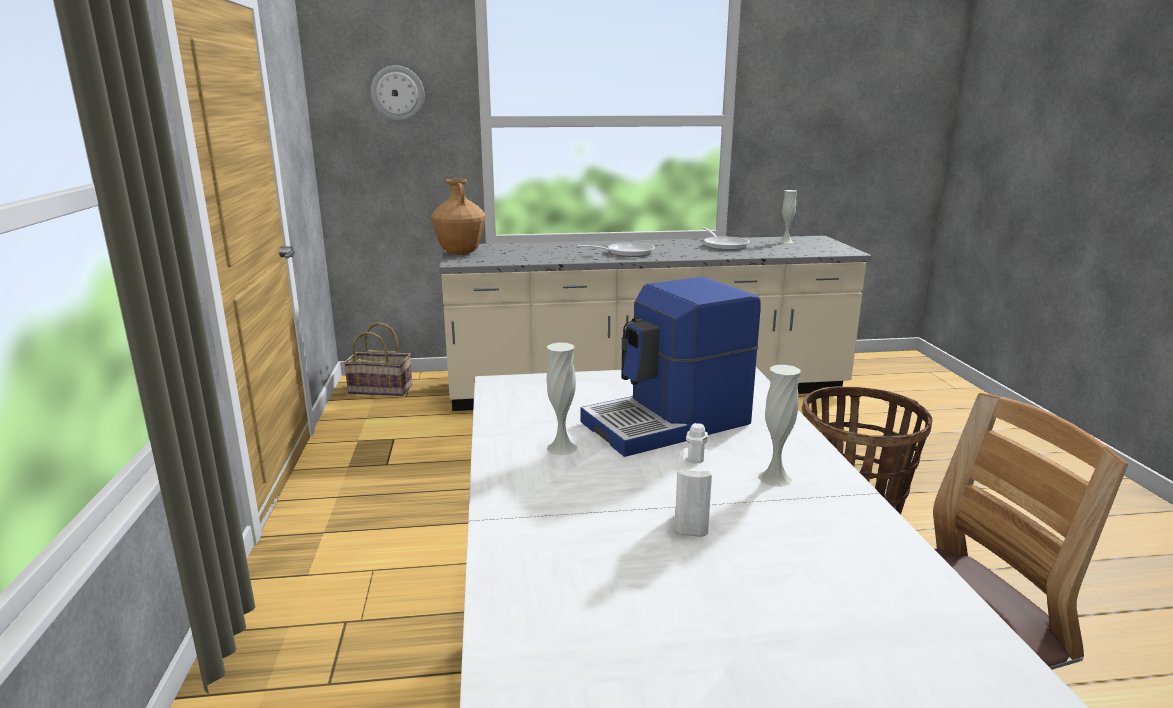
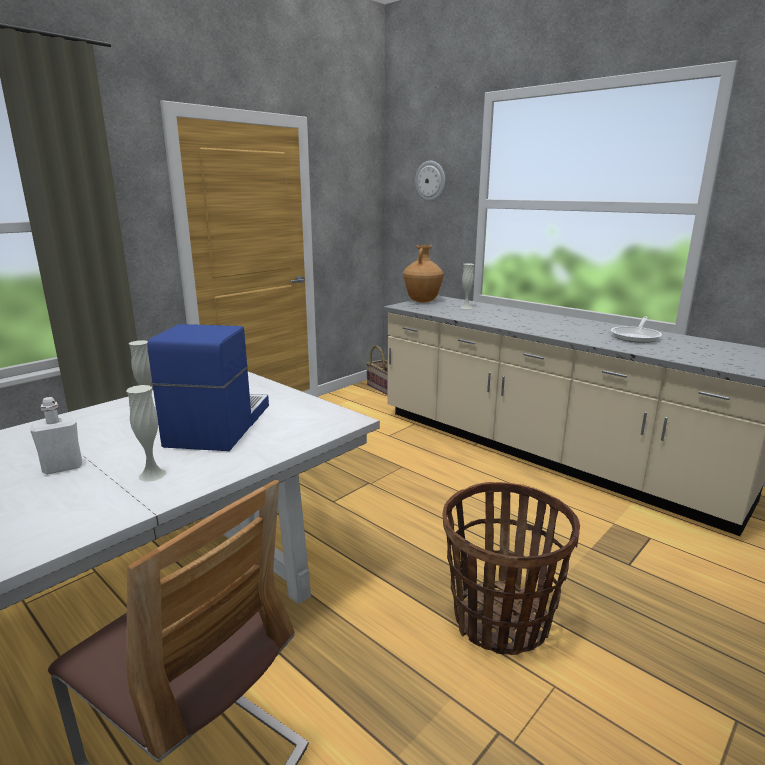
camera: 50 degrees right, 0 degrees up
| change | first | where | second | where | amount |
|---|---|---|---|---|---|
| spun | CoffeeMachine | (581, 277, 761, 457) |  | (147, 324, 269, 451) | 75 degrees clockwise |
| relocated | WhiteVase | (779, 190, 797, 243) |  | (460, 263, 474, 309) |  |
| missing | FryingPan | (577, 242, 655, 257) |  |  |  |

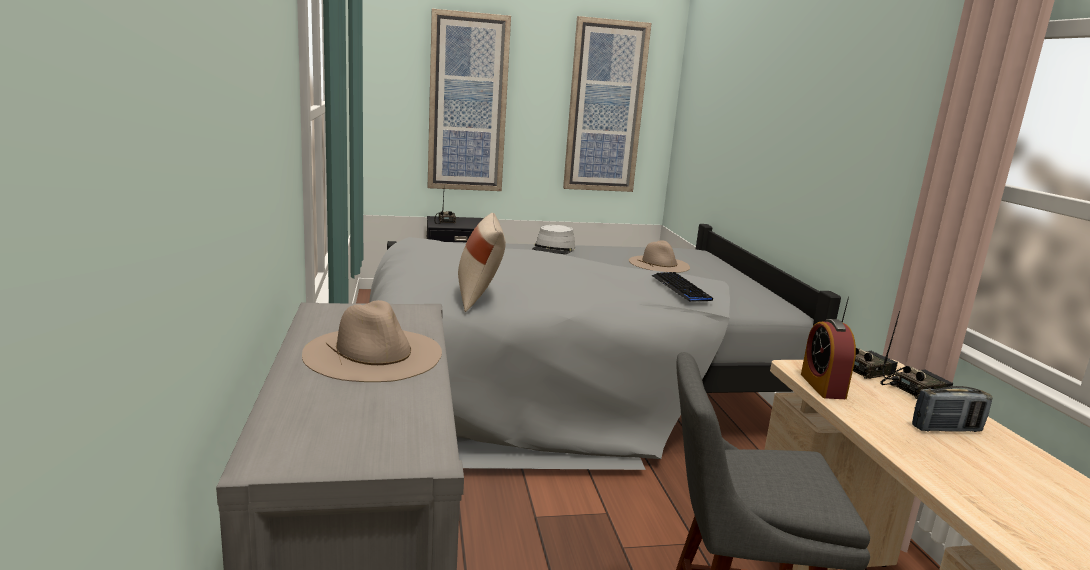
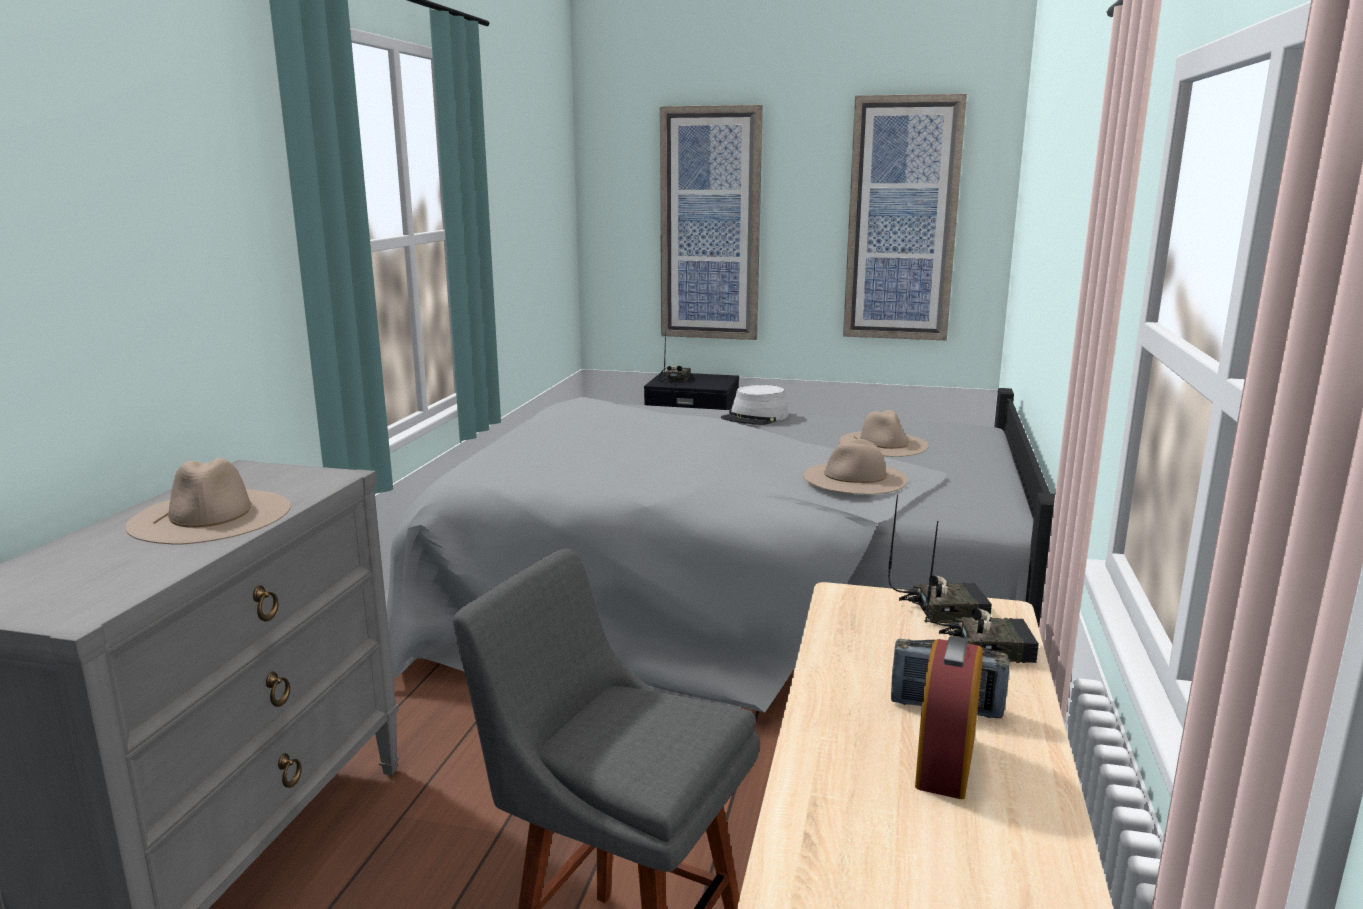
camera: 25 degrees right, 0 degrees up
| change | first | where | second | where | amount |
|---|---|---|---|---|---|
| exchanged | Keyboard | (651, 272, 713, 301) | BeigeHat | (803, 439, 908, 494) |  |
| relocated | AlarmClock | (801, 319, 856, 399) |  | (915, 636, 983, 799) |  |
| missing | BeigePillow | (458, 213, 506, 312) |  |  |  |

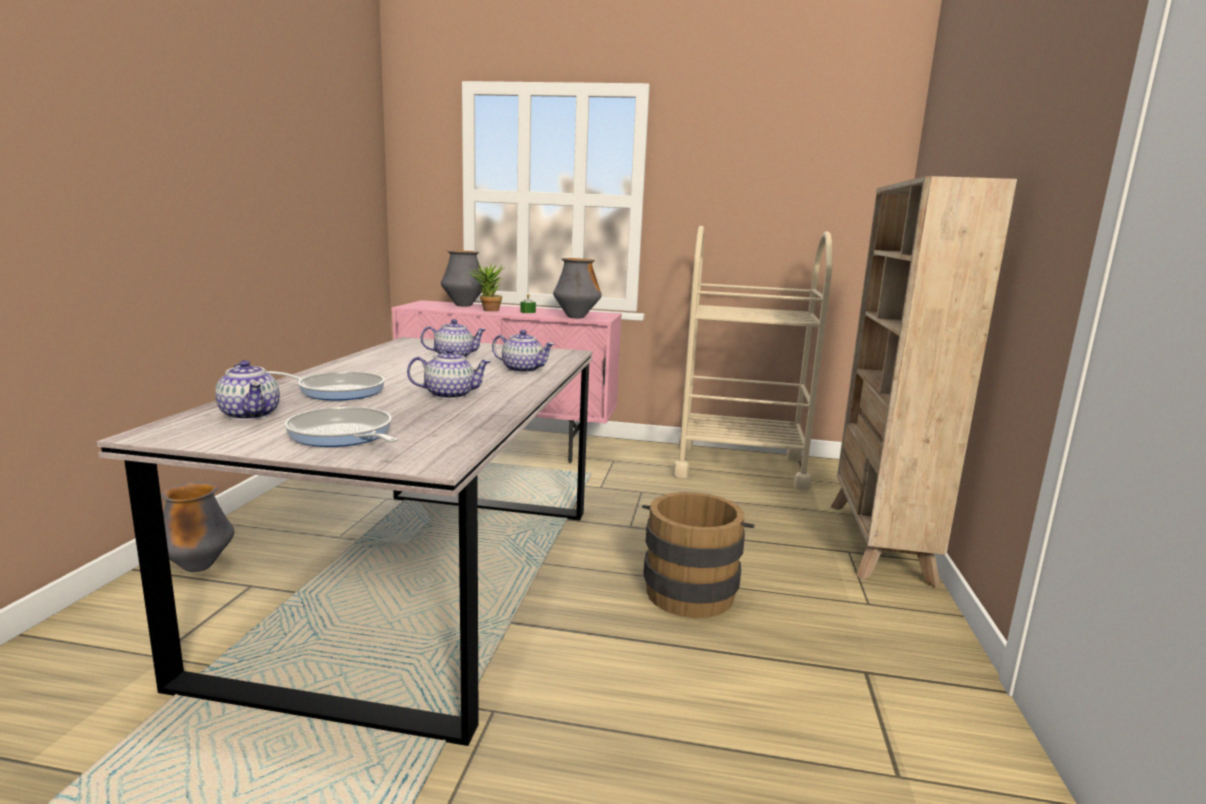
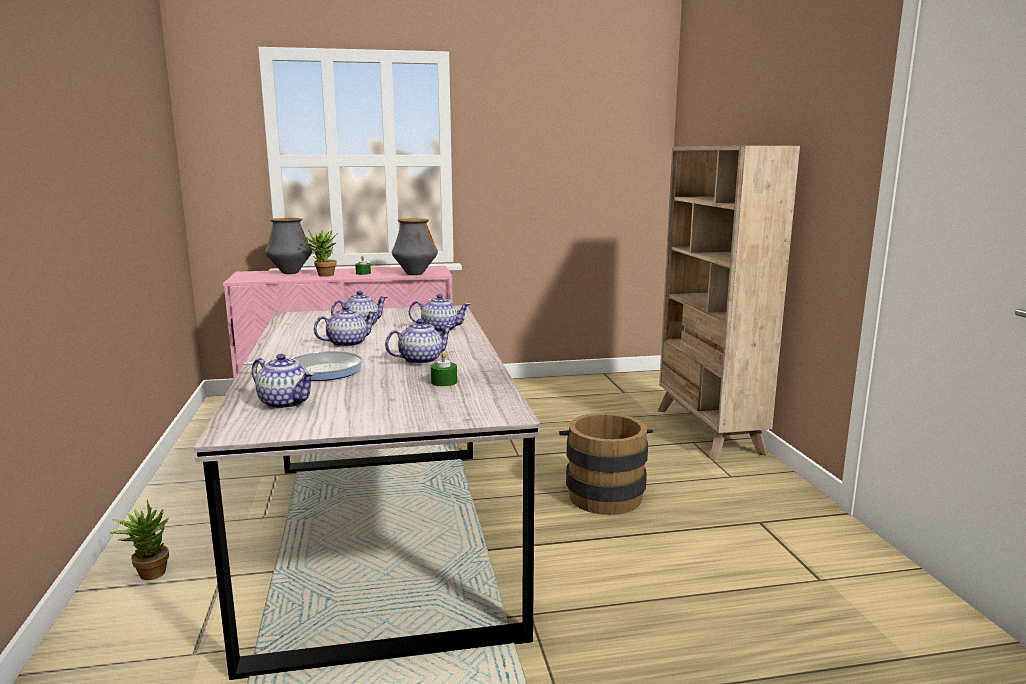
camera: 20 degrees left, 0 degrees up
| change | first | where | second | where | amount |
|---|---|---|---|---|---|
| exchanged | Vase | (161, 482, 234, 572) | PottedPlant | (109, 500, 169, 580) |  |
| appeared |  |  | Teapot | (314, 305, 377, 348) |  |
| appeared |  |  | GreenCandle | (431, 352, 457, 386) |  |
| missing | FryingPan | (284, 407, 398, 447) |  |  |  |
| missing | BeigeCart | (673, 226, 833, 490) |  |  |  |

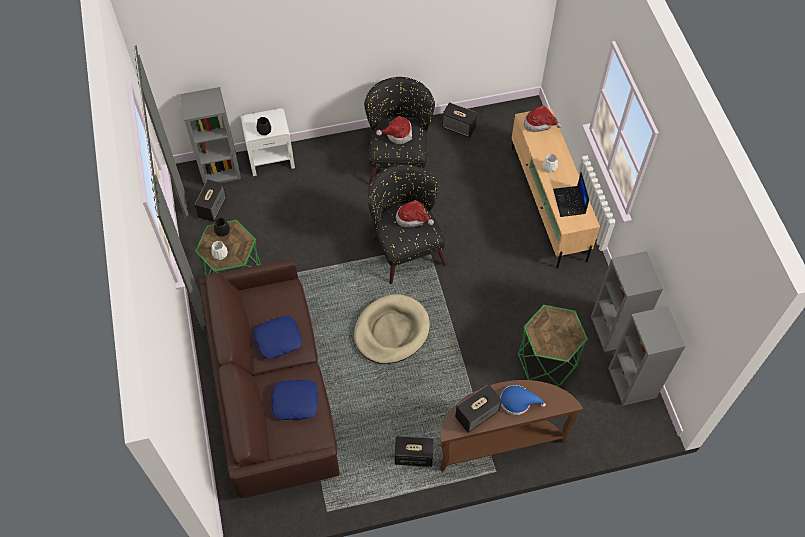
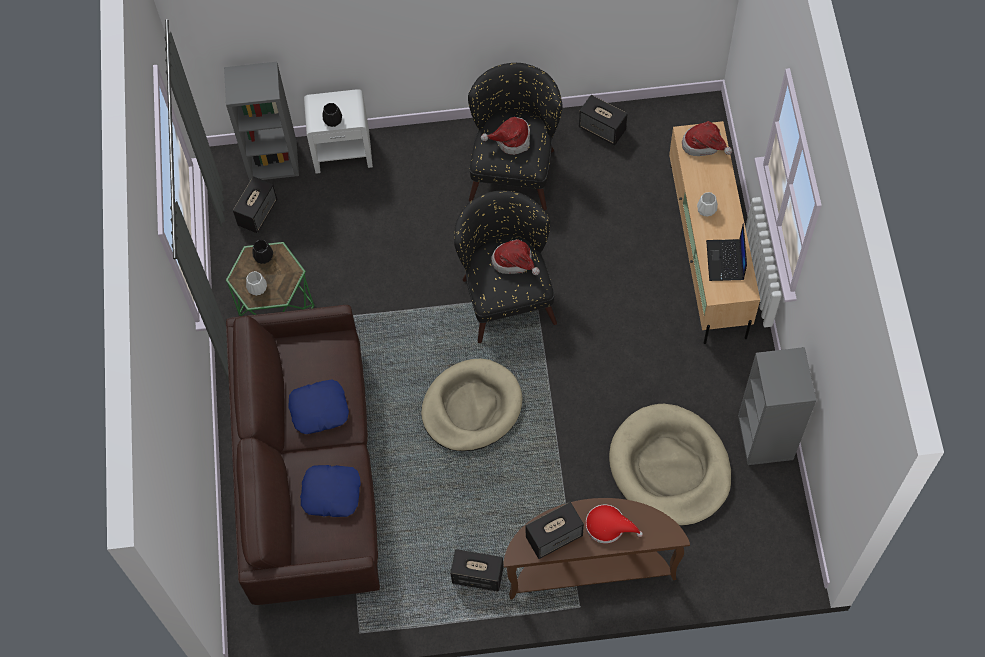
camera: 10 degrees right, 5 degrees up
| change | first | where | second | where | amount |
|---|---|---|---|---|---|
| colour | BlueHat | (500, 385, 546, 415) | RedHat | (586, 504, 643, 544) |  |
| exchanged | GreenSideTable | (518, 305, 588, 387) | BeigeDogBed | (609, 404, 731, 526) |  |
| missing | GreyBookcase | (608, 306, 686, 406) |  |  |  |

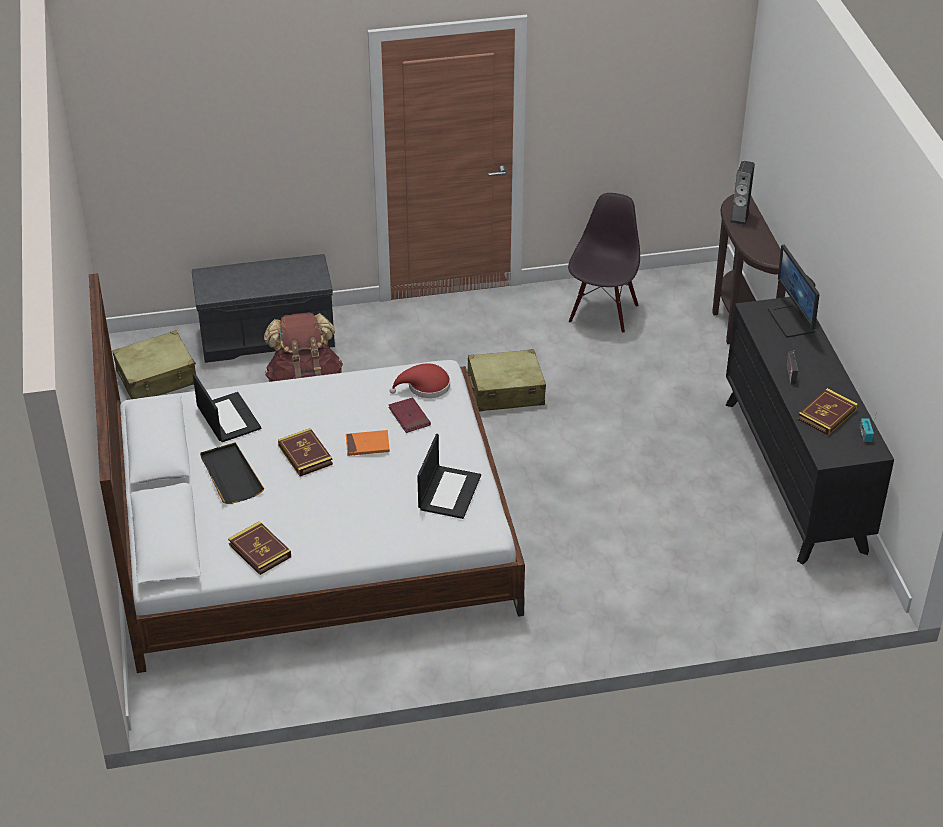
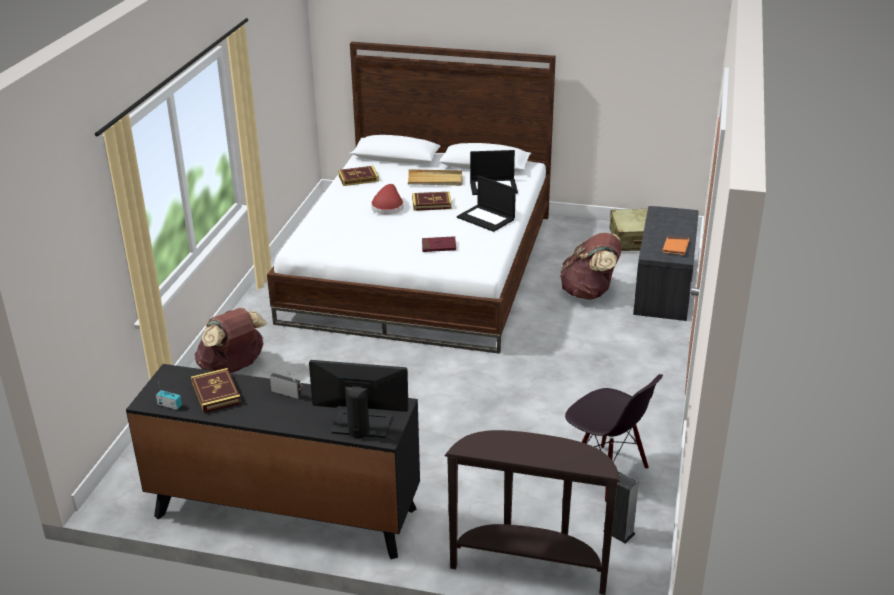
camera: 115 degrees right, 10 degrees down
| change | first | where | second | where | amount |
|---|---|---|---|---|---|
| appeared |  |  | BrownBackpack | (195, 308, 267, 373) |  |
| relocated | RedHat | (390, 363, 450, 398) |  | (371, 184, 404, 214) |  |
| colour | BlackTray | (200, 442, 264, 504) | BeigeTray | (408, 169, 462, 186) |  |
| relocated | Laptop | (417, 434, 481, 519) |  | (457, 176, 516, 232) |  |
| relocated | Speaker | (730, 161, 755, 225) |  | (603, 472, 639, 544) |  |
| relocated | OrangeBook | (346, 430, 390, 456) |  | (662, 235, 689, 255) |  |
| missing | BeigeSuitcase | (467, 349, 546, 412) |  |  |  |

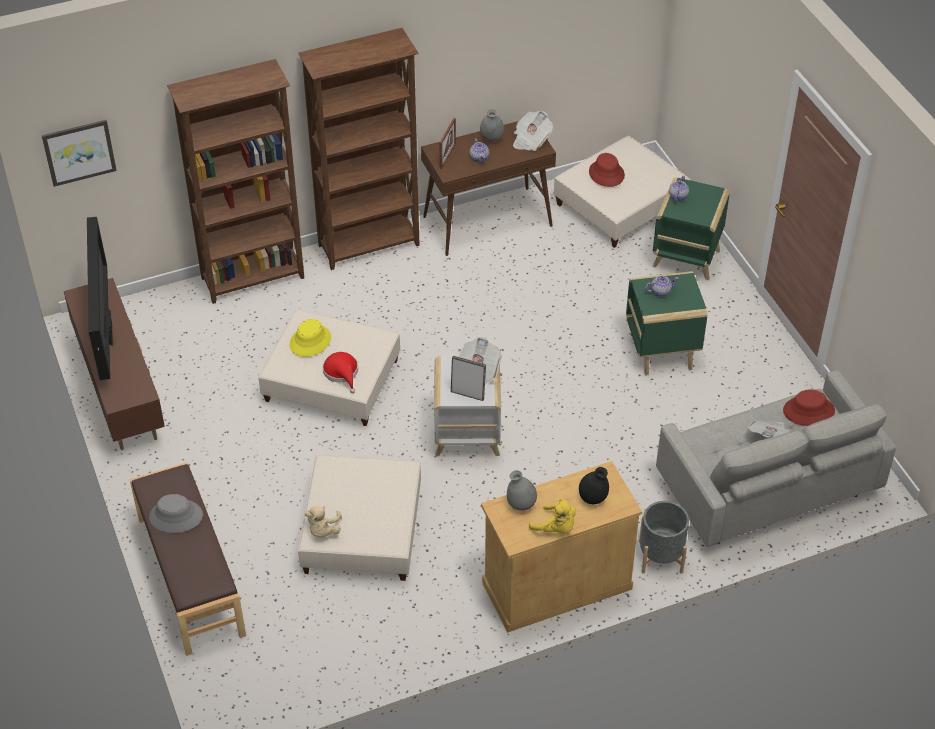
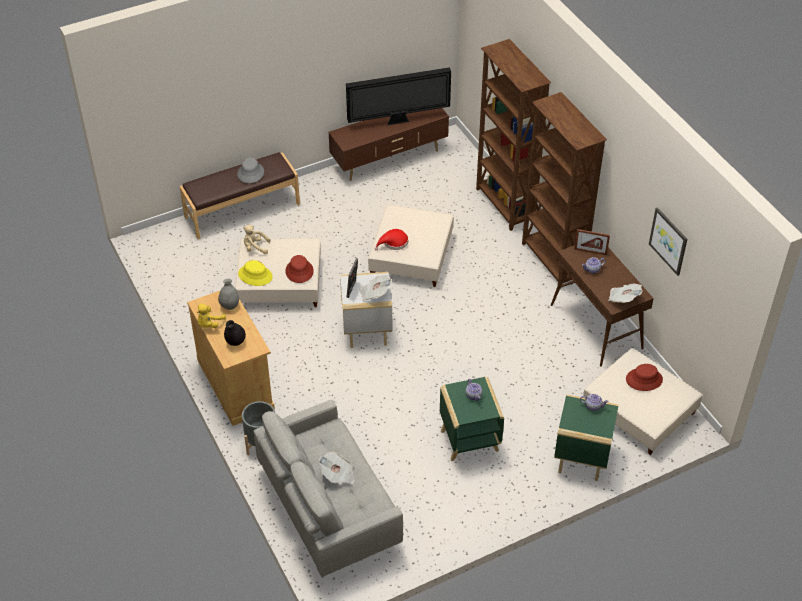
camera: 85 degrees right, 0 degrees up
| change | first | where | second | where | amount |
|---|---|---|---|---|---|
| relocated | YellowHat | (290, 319, 331, 357) |  | (238, 260, 273, 286) |  |
| relocated | RedHat | (783, 389, 835, 426) |  | (285, 255, 314, 283) |  |
| relocated | Picture | (42, 120, 117, 187) |  | (649, 207, 687, 276) |  |
| missing | GreyVase | (480, 109, 505, 142) |  |  |  |

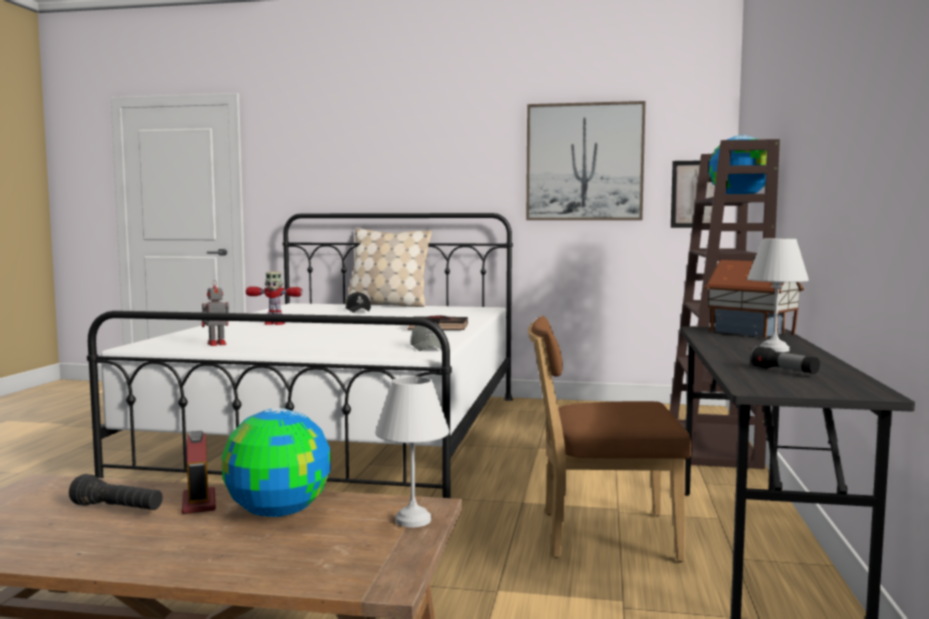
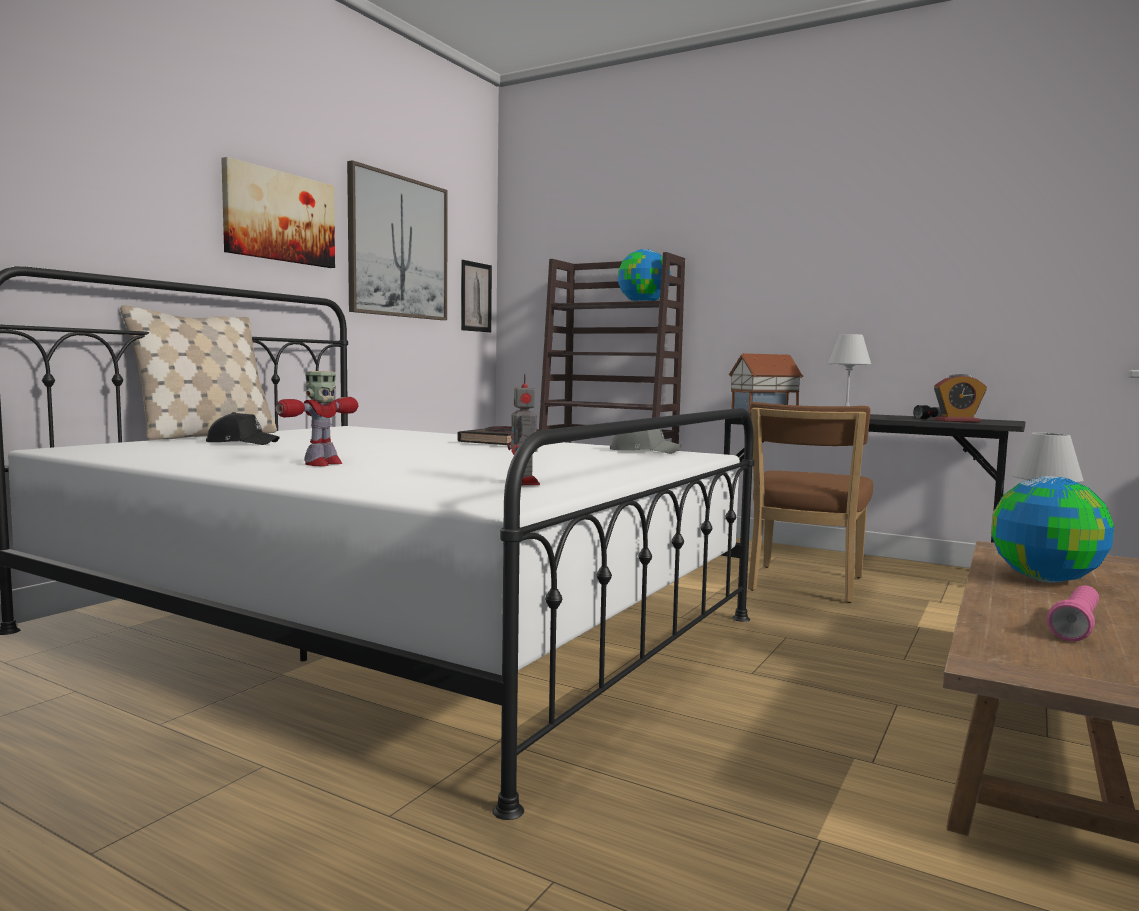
camera: 70 degrees left, 0 degrees up
| change | first | where | second | where | amount |
|---|---|---|---|---|---|
| appeared |  |  | Picture | (221, 157, 335, 268) |  |
| relocated | AlarmClock | (182, 431, 216, 514) |  | (934, 374, 987, 422) |  |
| colour | BlackFlashlight | (69, 474, 163, 510) | PinkFlashlight | (1047, 585, 1099, 641) |  |

